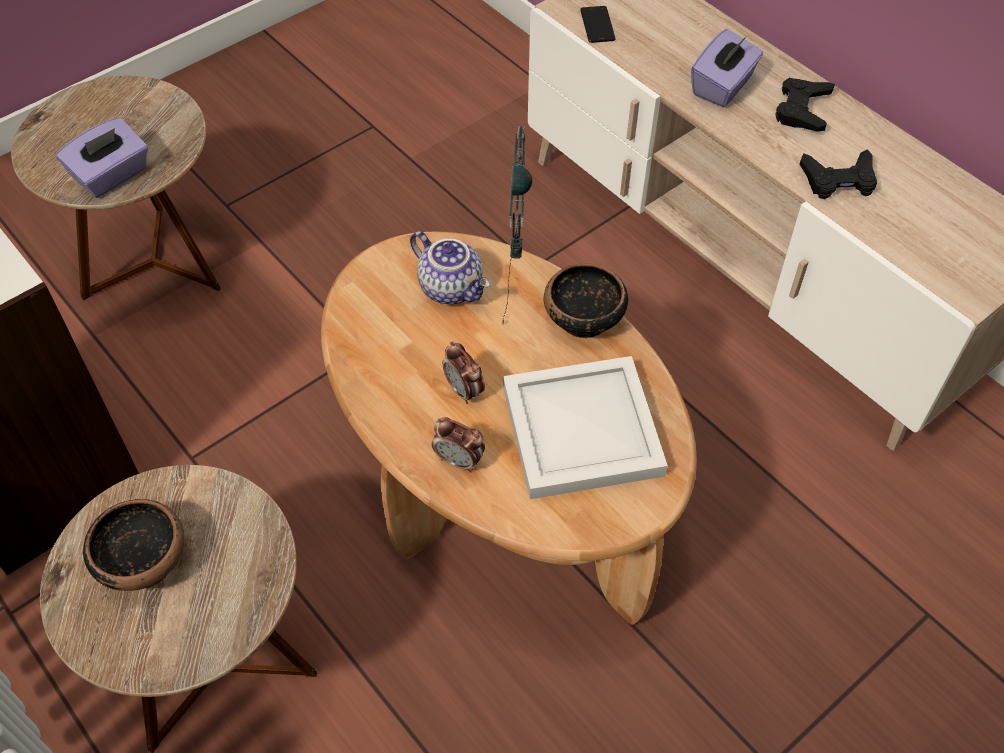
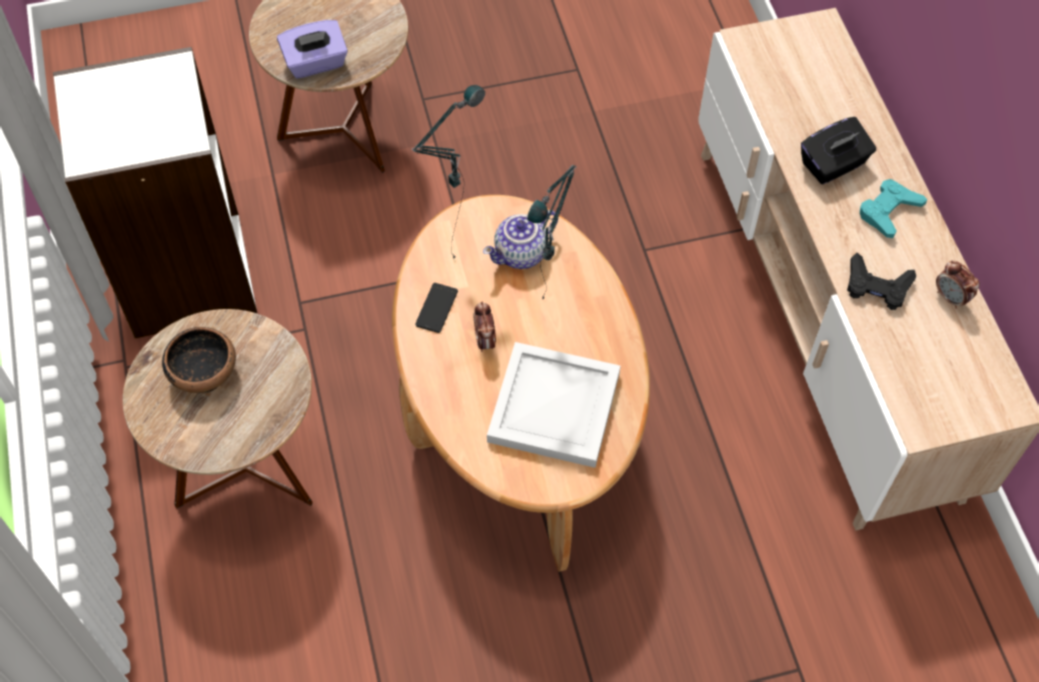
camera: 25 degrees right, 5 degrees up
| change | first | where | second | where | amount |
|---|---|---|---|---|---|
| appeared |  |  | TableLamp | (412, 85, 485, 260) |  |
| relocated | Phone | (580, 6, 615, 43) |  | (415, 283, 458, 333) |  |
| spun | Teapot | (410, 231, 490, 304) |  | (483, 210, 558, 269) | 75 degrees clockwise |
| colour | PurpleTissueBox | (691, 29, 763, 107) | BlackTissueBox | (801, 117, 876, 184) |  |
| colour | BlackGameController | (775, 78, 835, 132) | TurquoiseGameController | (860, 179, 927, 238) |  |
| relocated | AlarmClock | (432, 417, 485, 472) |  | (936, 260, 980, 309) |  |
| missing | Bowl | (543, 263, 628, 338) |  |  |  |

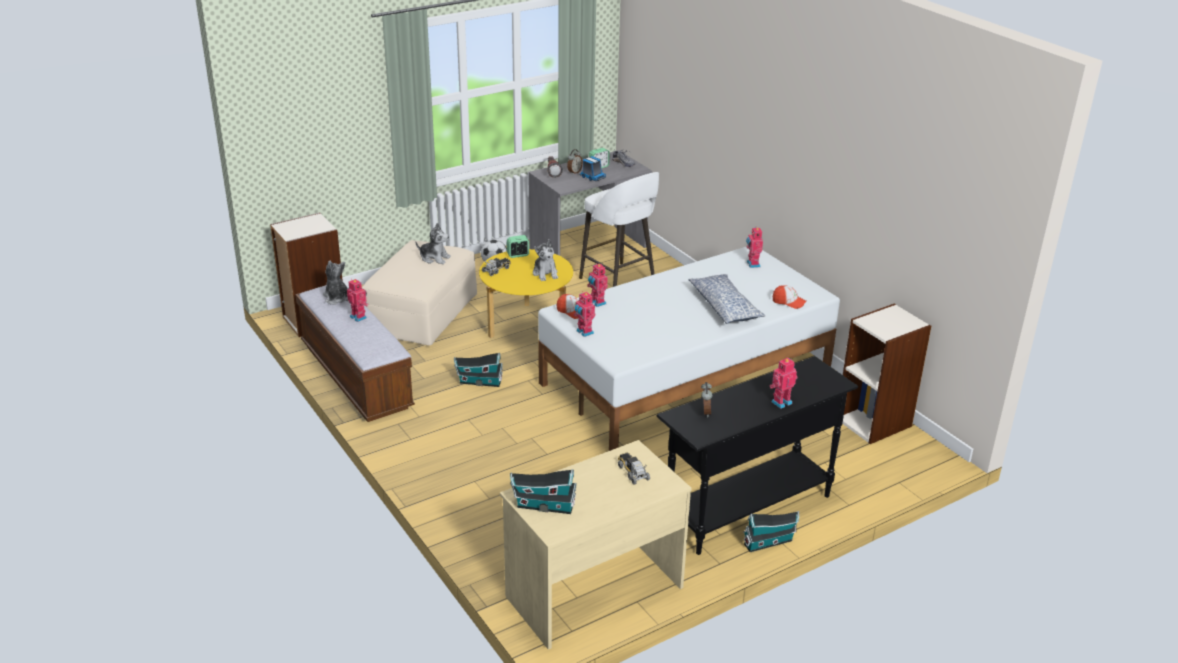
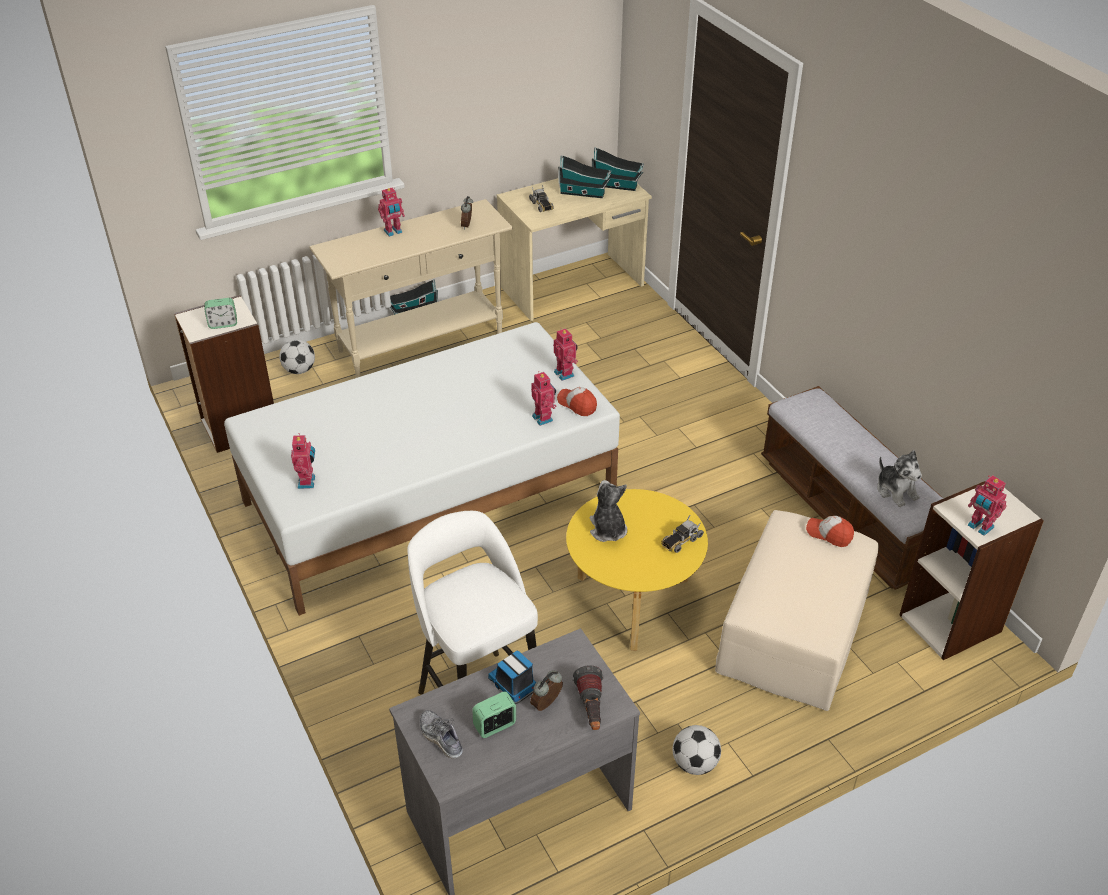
camera: 175 degrees left, 10 degrees up
| change | first | where | second | where | amount |
|---|---|---|---|---|---|
| relocated | AlarmClock | (507, 235, 529, 258) |  | (204, 298, 237, 329) |  |
| appeared |  |  | Football | (279, 339, 315, 374) |  |
| colour | BlackConsoleTable | (656, 356, 858, 555) | BeigeConsoleTable | (309, 199, 513, 378) |  |
| relocated | ToyHouse | (454, 353, 503, 387) |  | (558, 155, 611, 198) |  |
| relocated | Cap | (773, 285, 806, 309) |  | (806, 516, 854, 547) |  |
| relocated | ToyRobot | (347, 279, 369, 322) |  | (968, 475, 1007, 536) |  |
| missing | PlushToy | (415, 223, 451, 264) |  |  |  |
| missing | Pillow | (688, 274, 765, 324) |  |  |  |

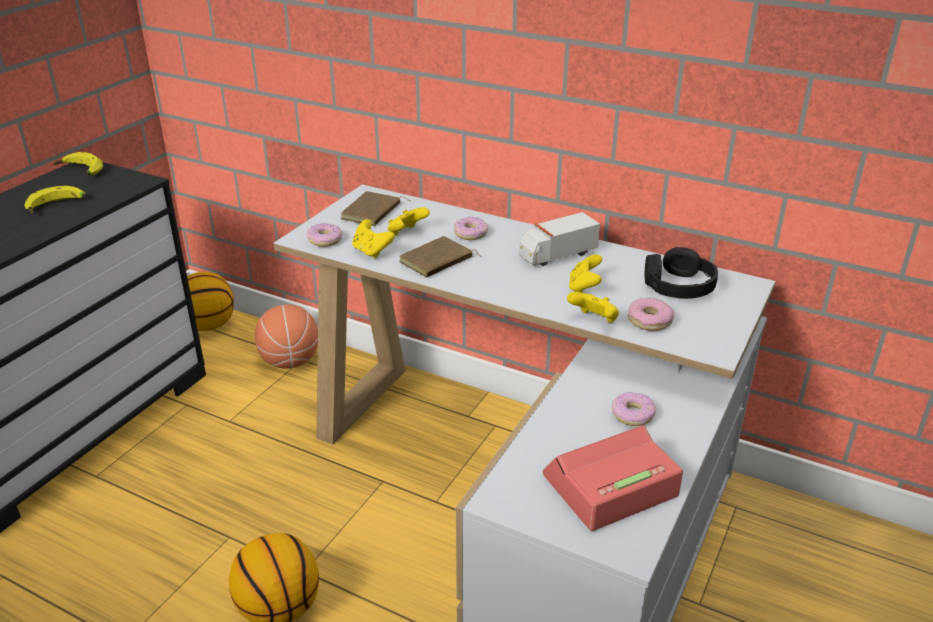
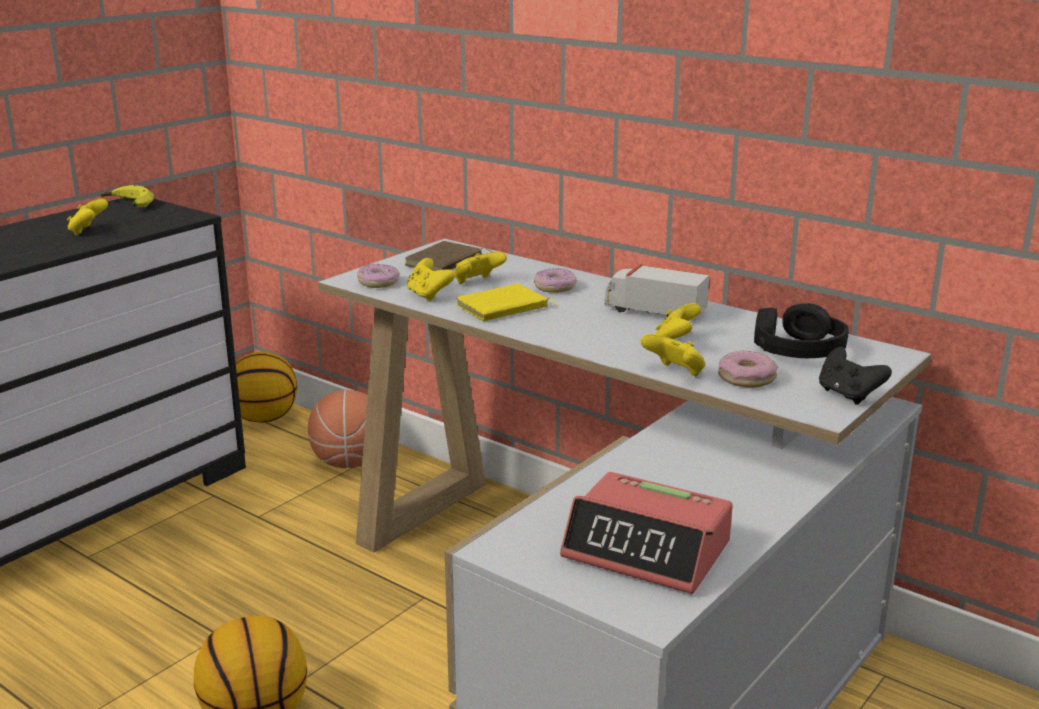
camera: 10 degrees right, 10 degrees down
| change | first | where | second | where | amount |
|---|---|---|---|---|---|
| exchanged | Banana | (24, 186, 86, 214) | YellowGameController | (67, 199, 108, 236) |  |
| colour | BrownBook | (399, 236, 481, 278) | YellowBook | (456, 284, 557, 321) |  |
| spun | AlarmClock | (543, 425, 683, 531) |  | (560, 472, 733, 594) | 135 degrees counterclockwise |
| spun | ToyTruck | (519, 212, 600, 266) |  | (604, 264, 709, 319) | 45 degrees clockwise |
| appeared |  |  | BlackGameController | (819, 347, 892, 405) |  |
| missing | Donut | (612, 392, 656, 426) |  |  |  |

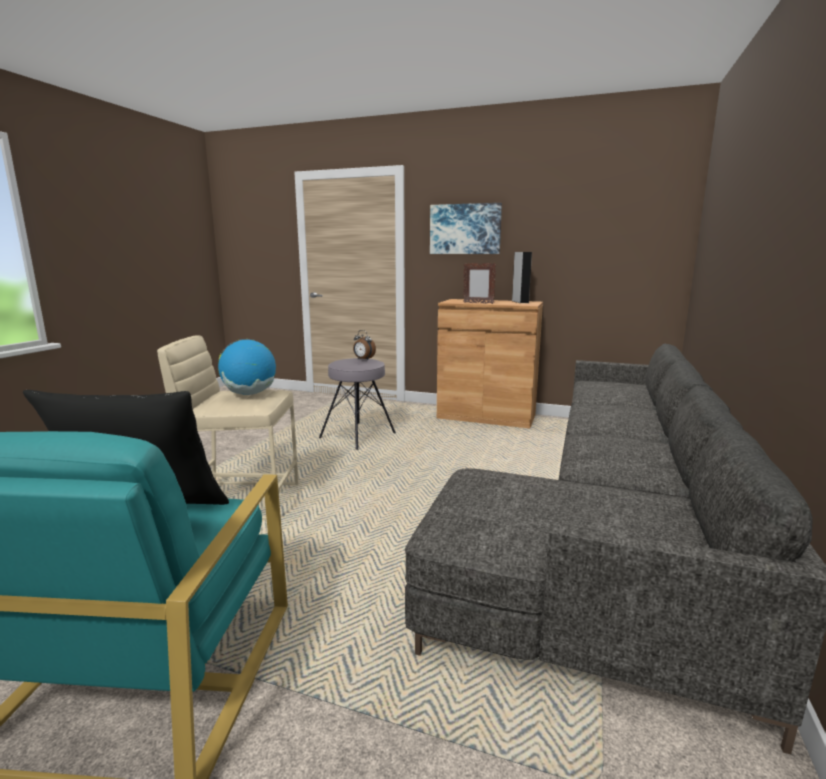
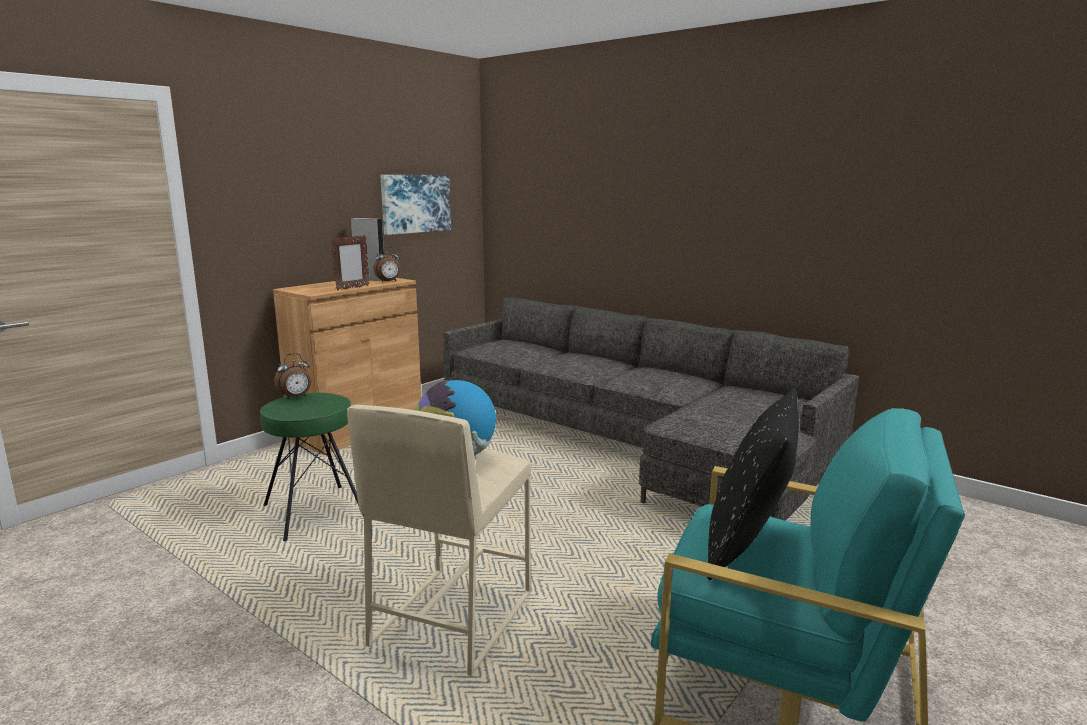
camera: 70 degrees left, 0 degrees up
| change | first | where | second | where | amount |
|---|---|---|---|---|---|
| colour | GreyStool | (319, 358, 396, 450) | GreenStool | (260, 393, 364, 541) |  |
| appeared |  |  | AlarmClock | (373, 246, 400, 282) |  |
| relocated | Picture | (430, 203, 502, 254) |  | (380, 175, 451, 235) |  |

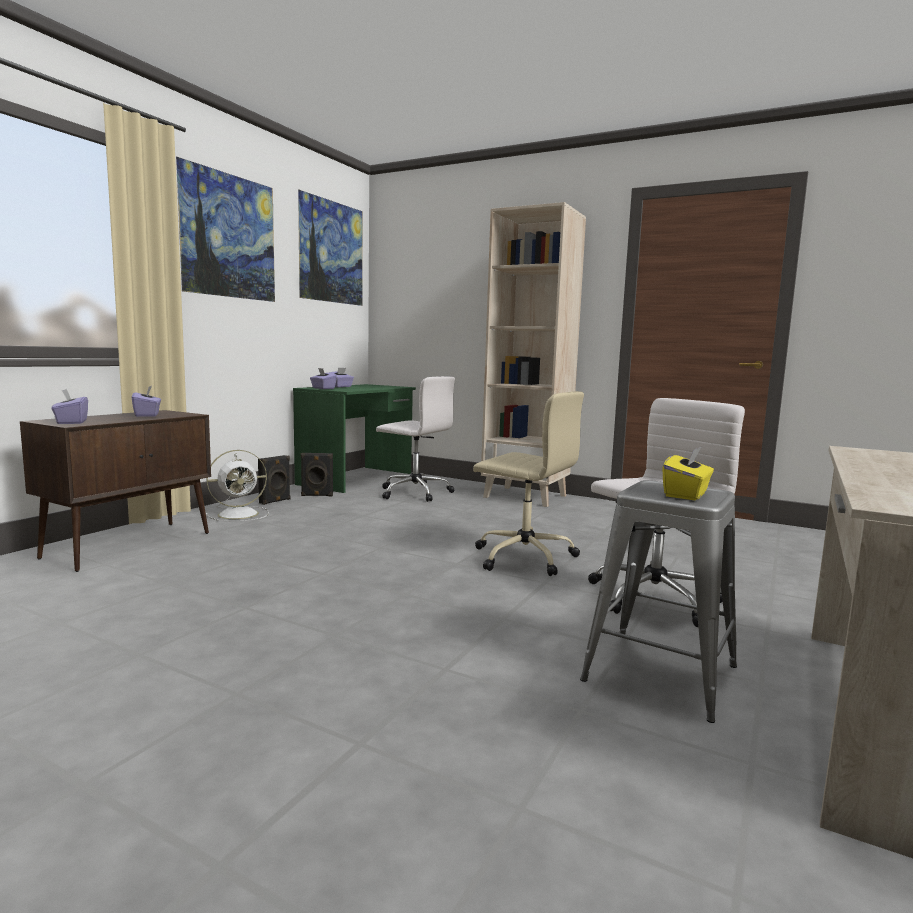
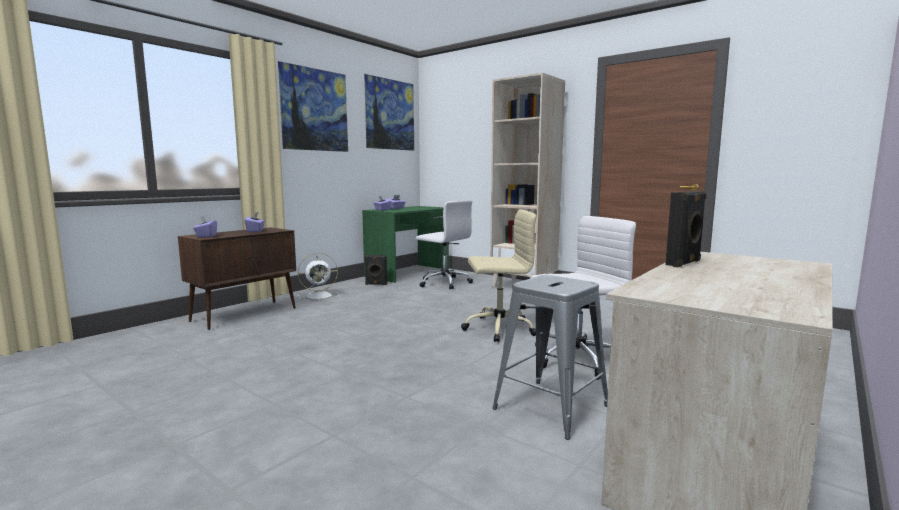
camera: 10 degrees right, 0 degrees up
| change | first | where | second | where | amount |
|---|---|---|---|---|---|
| spun | BeigeOfficeChair | (473, 391, 584, 576) |  | (461, 210, 537, 342) | 45 degrees counterclockwise |
| relocated | BlackSpeaker | (258, 455, 290, 505) |  | (665, 191, 706, 267) |  |
| missing | YellowTissueBox | (662, 447, 714, 500) |  |  |  |

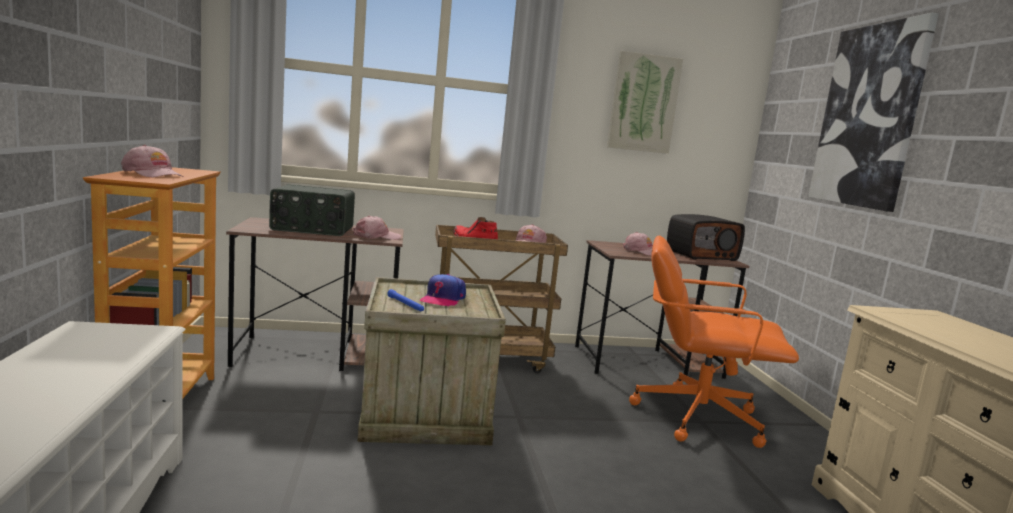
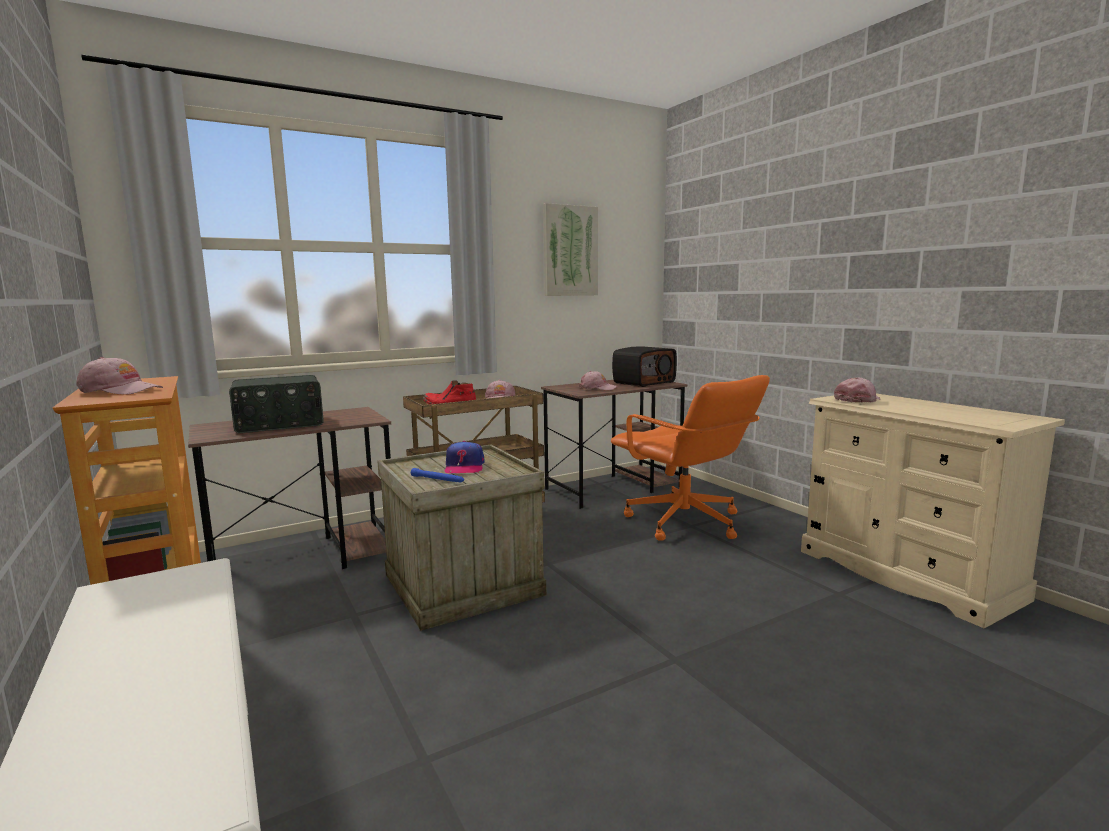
camera: 20 degrees left, 0 degrees up
| change | first | where | second | where | amount |
|---|---|---|---|---|---|
| spun | OrangeOfficeChair | (629, 235, 799, 448) |  | (611, 375, 770, 541) | 120 degrees counterclockwise |
| relocated | PinkCap | (353, 216, 401, 240) |  | (834, 377, 881, 403) |  |
| missing | Picture | (808, 13, 939, 212) |  |  |  |

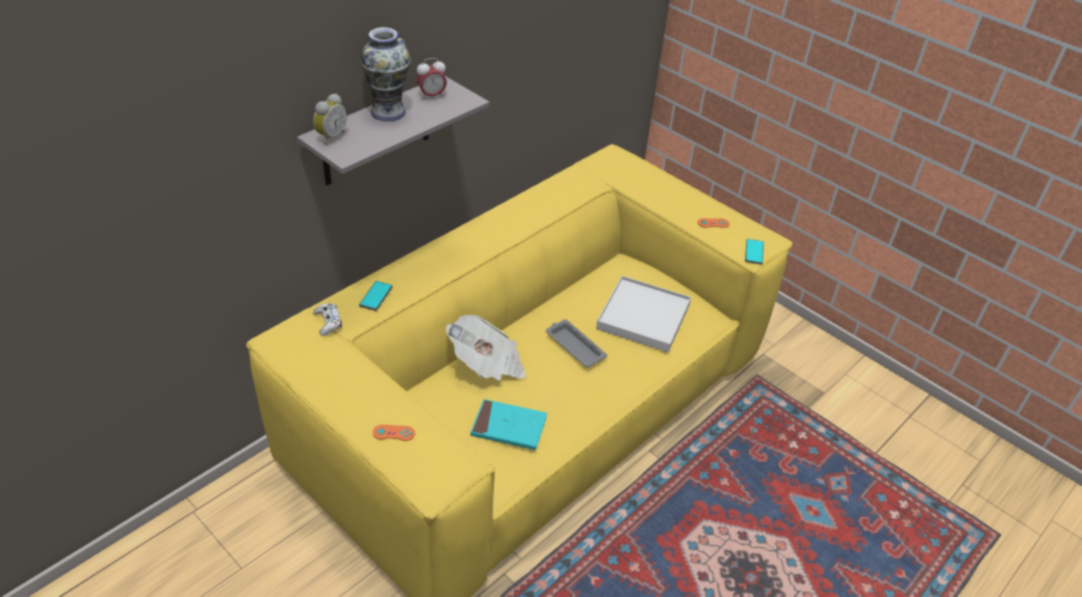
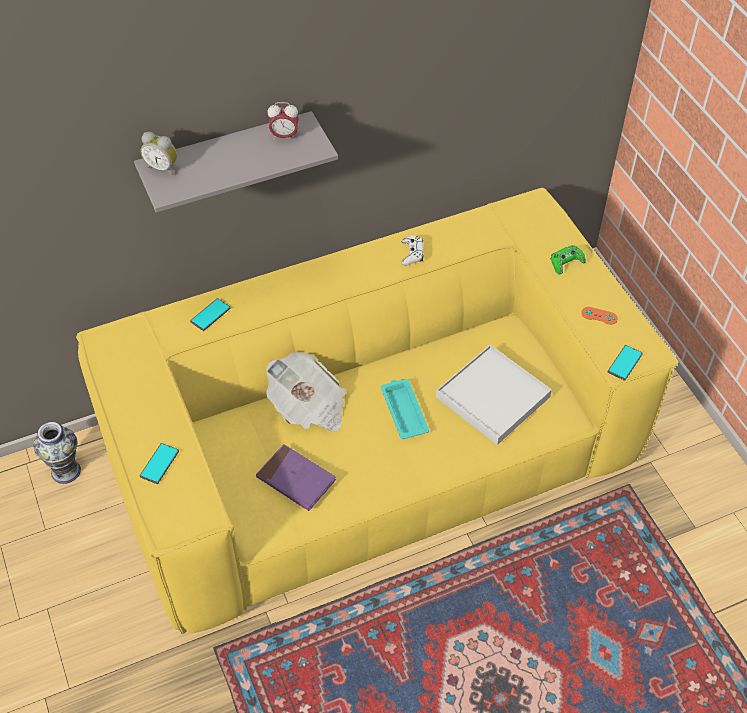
camera: 25 degrees right, 10 degrees up
| change | first | where | second | where | amount |
|---|---|---|---|---|---|
| relocated | Vase | (360, 27, 411, 122) |  | (33, 422, 81, 484) |  |
| exchanged | OrangeGameController | (373, 425, 415, 441) | Phone | (140, 443, 179, 484) |  |
| spun | AlarmClock | (313, 93, 347, 145) |  | (141, 132, 177, 175) | 60 degrees clockwise |
| colour | TurquoiseBook | (470, 399, 547, 450) | PurpleBook | (256, 444, 336, 511) |  |
| colour | GreyTray | (546, 319, 607, 368) | TurquoiseTray | (381, 379, 429, 439) |  |
| relocated | WhiteGameController | (313, 303, 342, 336) |  | (402, 235, 424, 265) |  |
| appeared |  |  | GreenGameController | (551, 245, 586, 274) |  |

